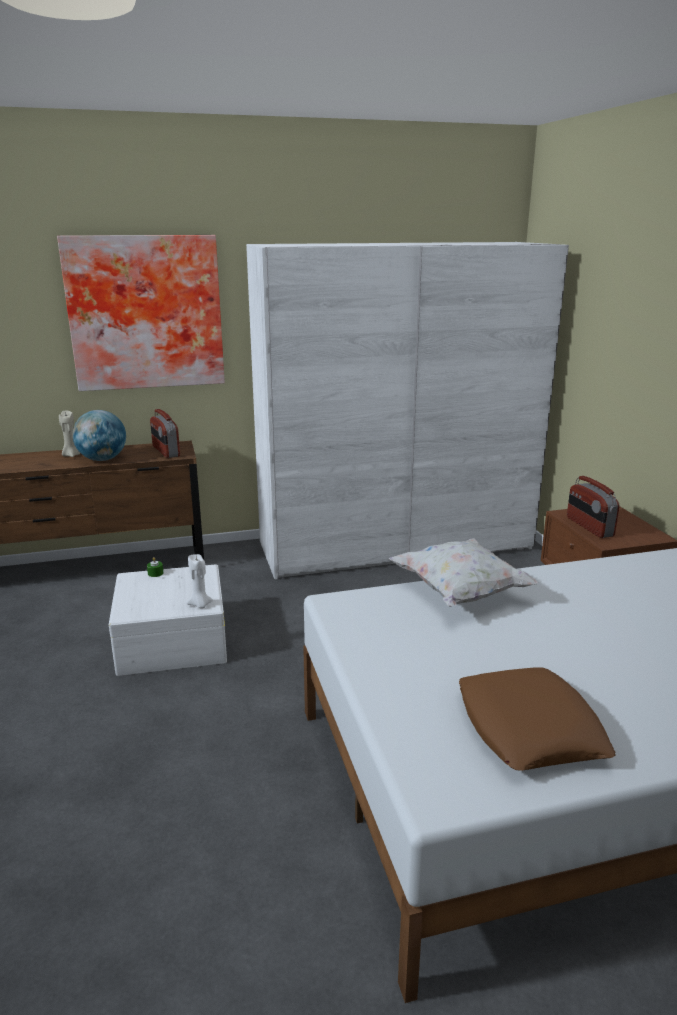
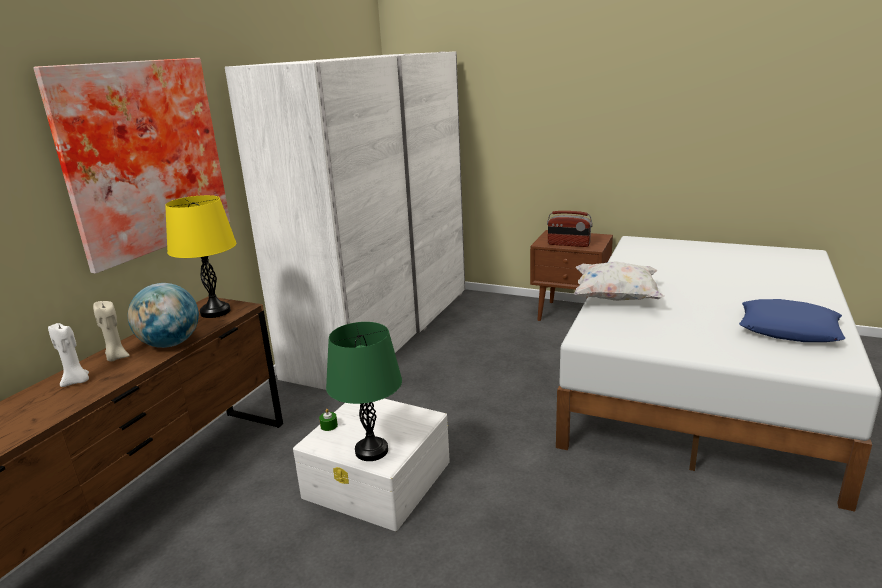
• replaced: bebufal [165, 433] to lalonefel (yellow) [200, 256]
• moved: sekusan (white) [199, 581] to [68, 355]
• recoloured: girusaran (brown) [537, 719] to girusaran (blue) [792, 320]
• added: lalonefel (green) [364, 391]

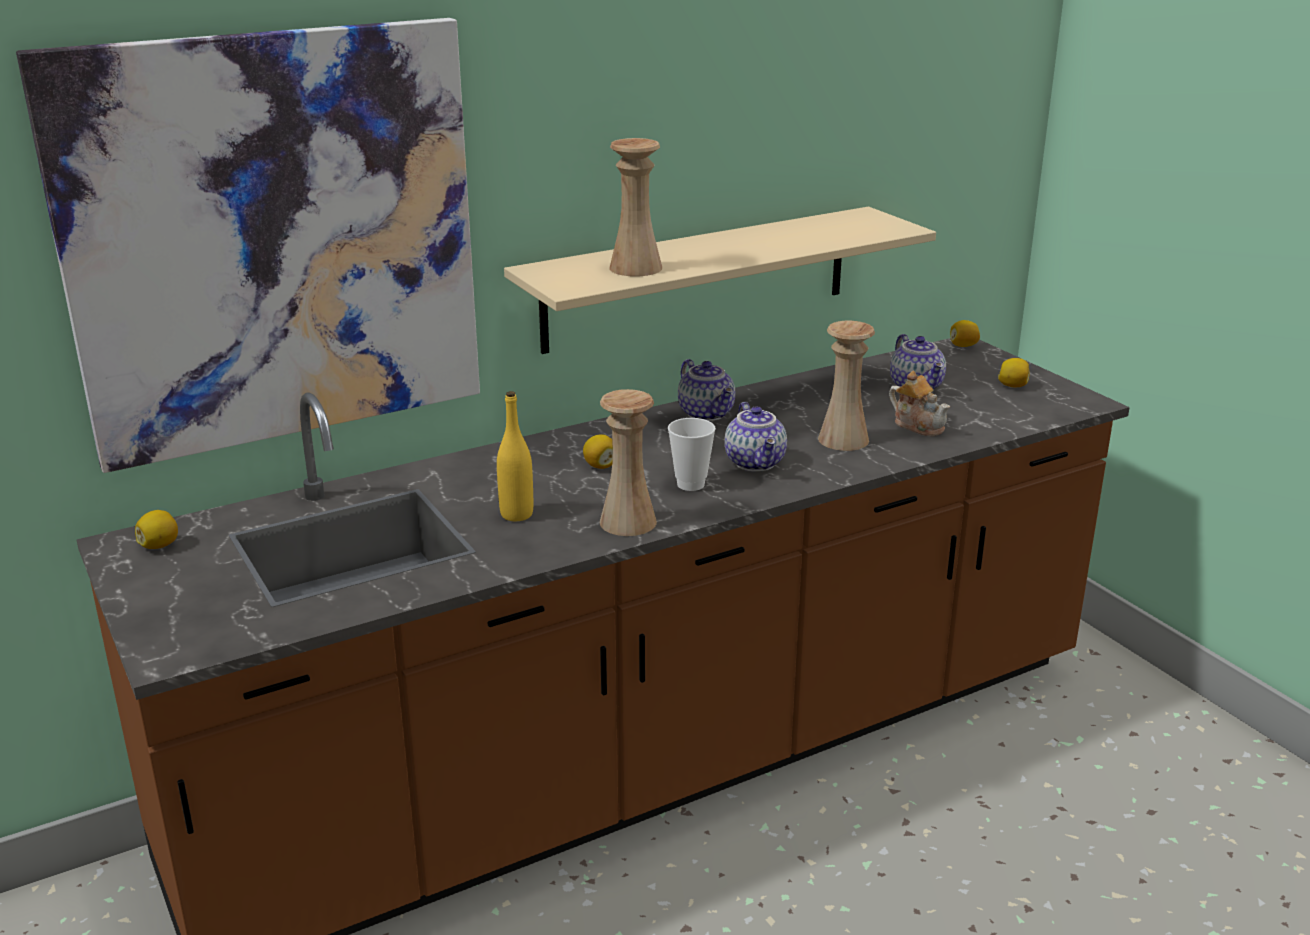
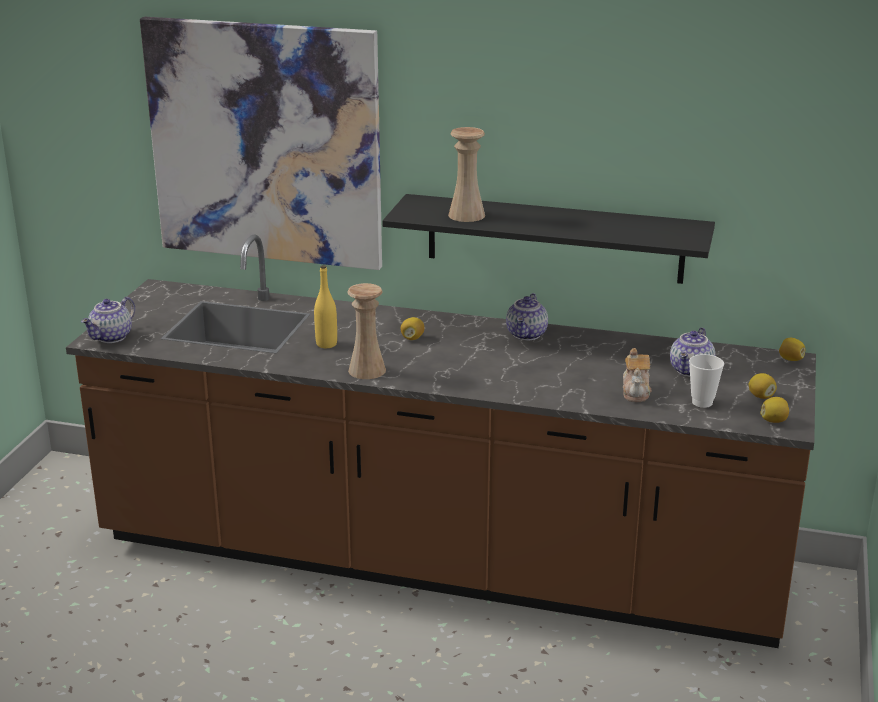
• recoloured: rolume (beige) [720, 280] to rolume (black) [548, 239]
• removed: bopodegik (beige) [846, 386]
• moved: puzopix [756, 437] to [108, 320]
• moved: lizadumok [692, 454] to [706, 381]
• moved: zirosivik [156, 529] to [774, 410]

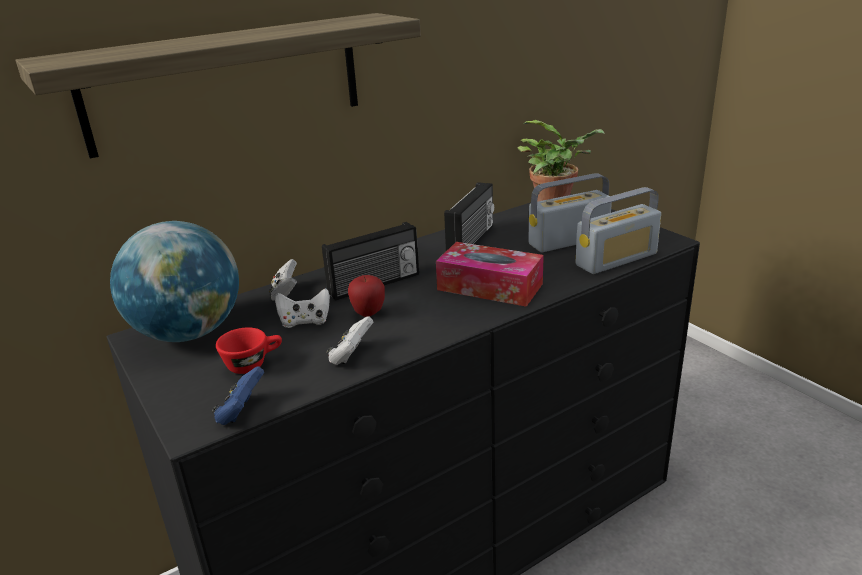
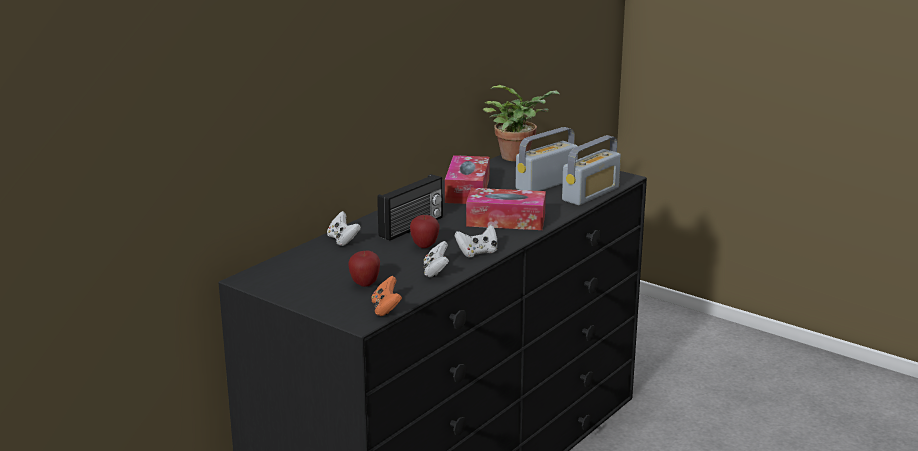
• removed: rolume [218, 85]
• replaced: bebufal [469, 216] to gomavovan [467, 179]
• removed: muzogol [174, 281]
• moved: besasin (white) [302, 308] to [476, 241]
• replaced: lizadumok (red) [249, 350] to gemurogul [364, 269]
• recoloured: besasin (blue) [238, 395] to besasin (orange) [386, 296]

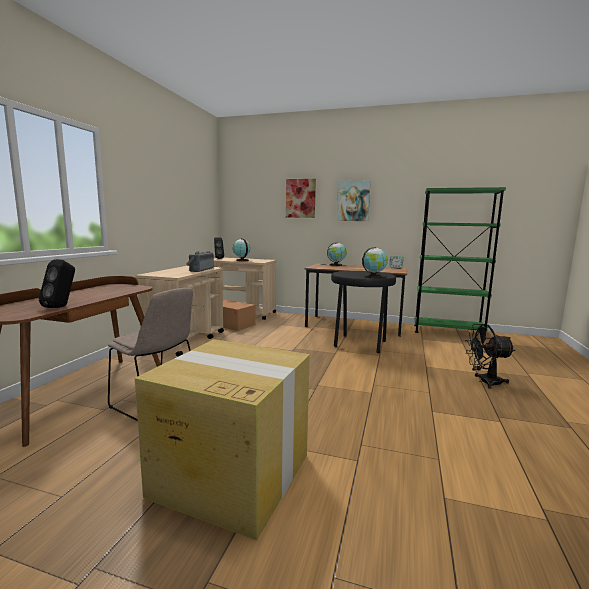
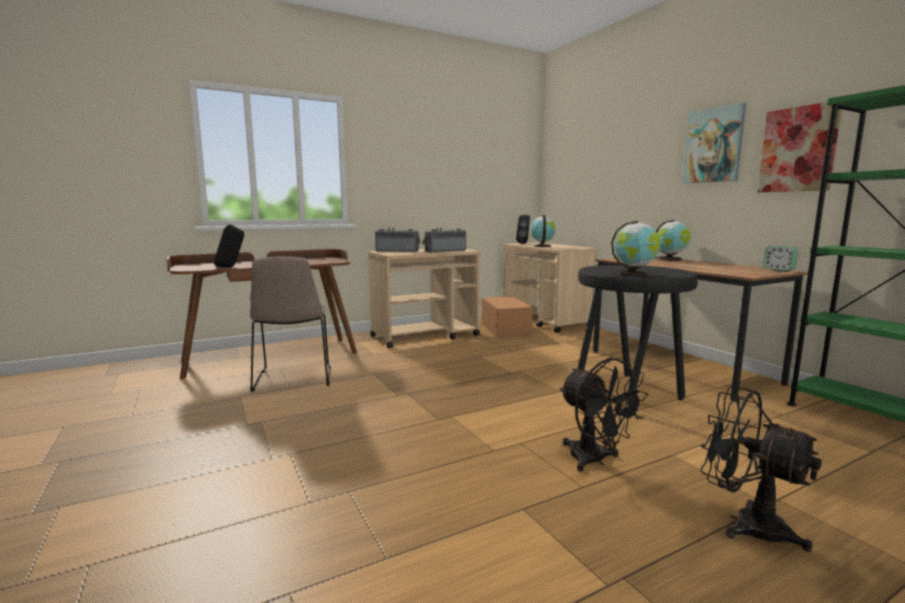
• moved: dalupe [301, 198] to [799, 147]
• removed: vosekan [222, 440]
• added: bebufal [397, 240]
• added: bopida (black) [603, 414]

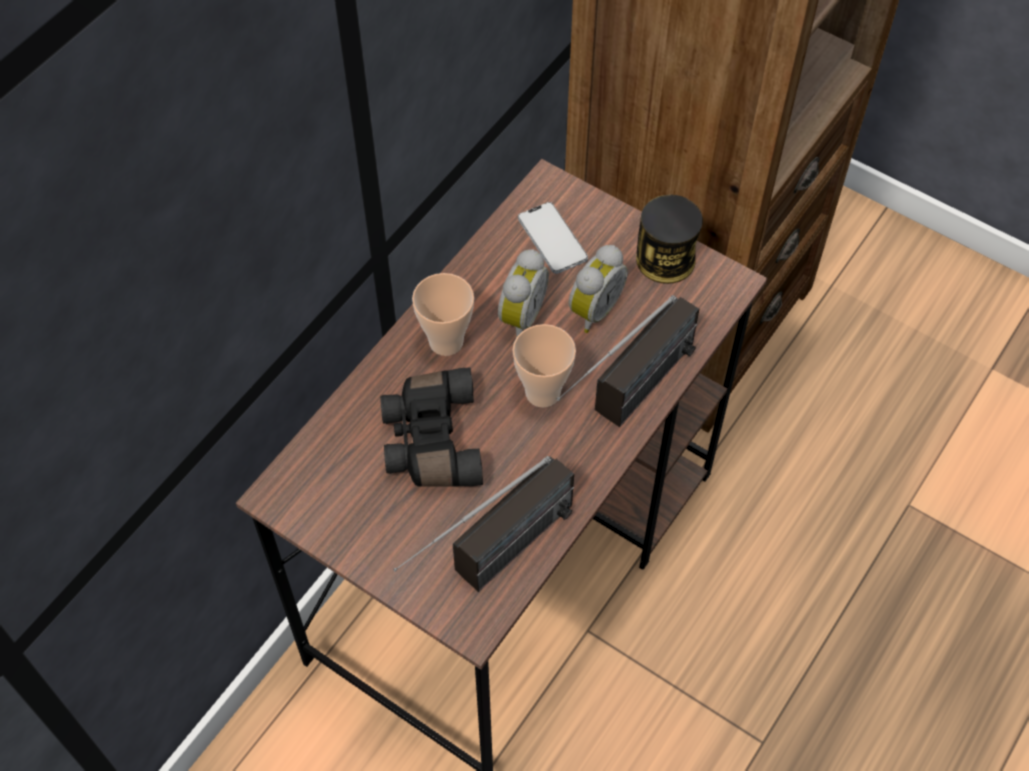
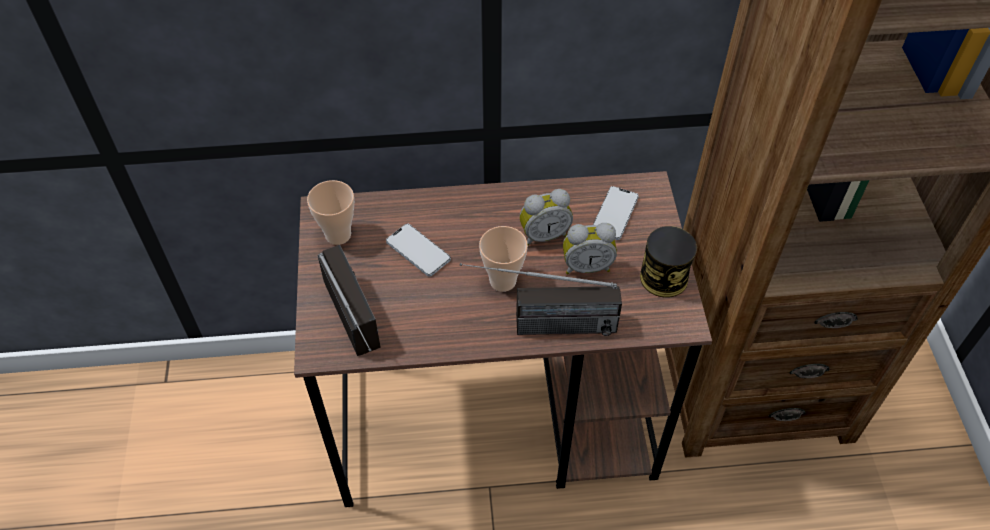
• moved: lizadumok [443, 314] to [330, 212]
• replaced: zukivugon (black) [431, 427] to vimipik [418, 250]
• turned: bebufal [483, 524] = [349, 300] 120 degrees counterclockwise

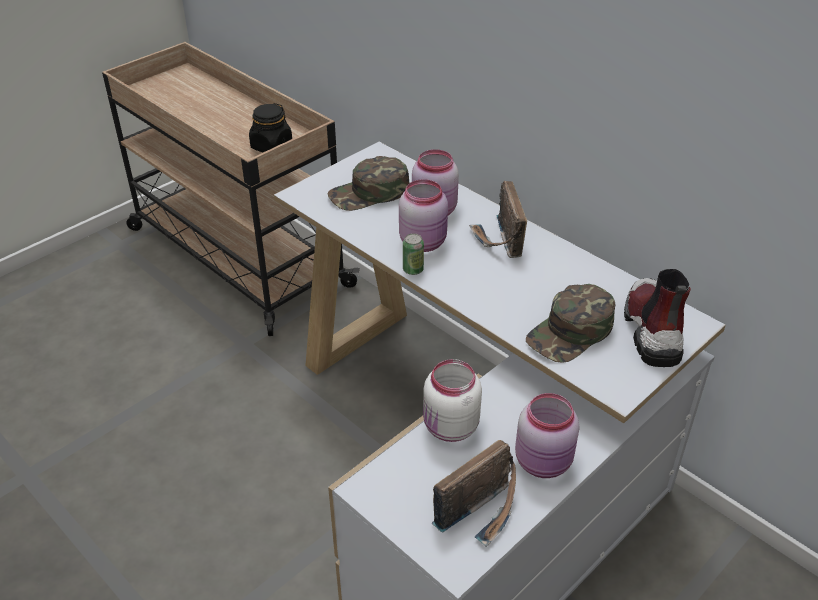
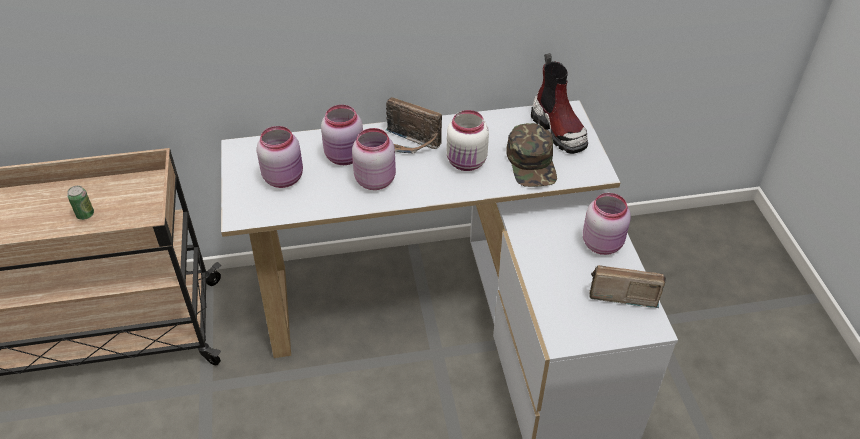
• removed: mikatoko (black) [270, 128]
• replaced: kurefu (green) [368, 183] to mikatoko (pink) [279, 157]
• moved: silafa [413, 254] to [80, 203]
• turned: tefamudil [657, 318] = [559, 103] 150 degrees counterclockwise
• moved: mikatoko (white) [452, 400] to [468, 140]
• turned: bebufal [474, 493] = [627, 286] 75 degrees counterclockwise

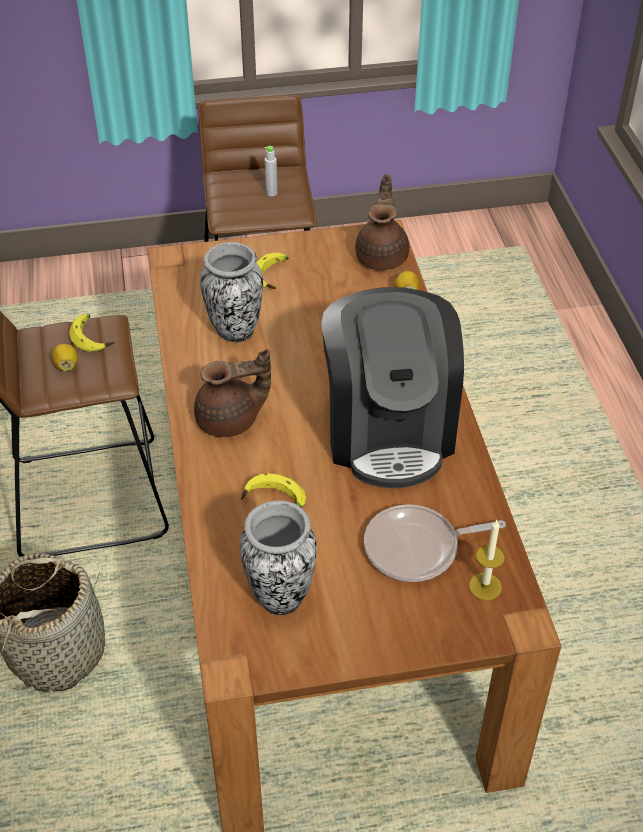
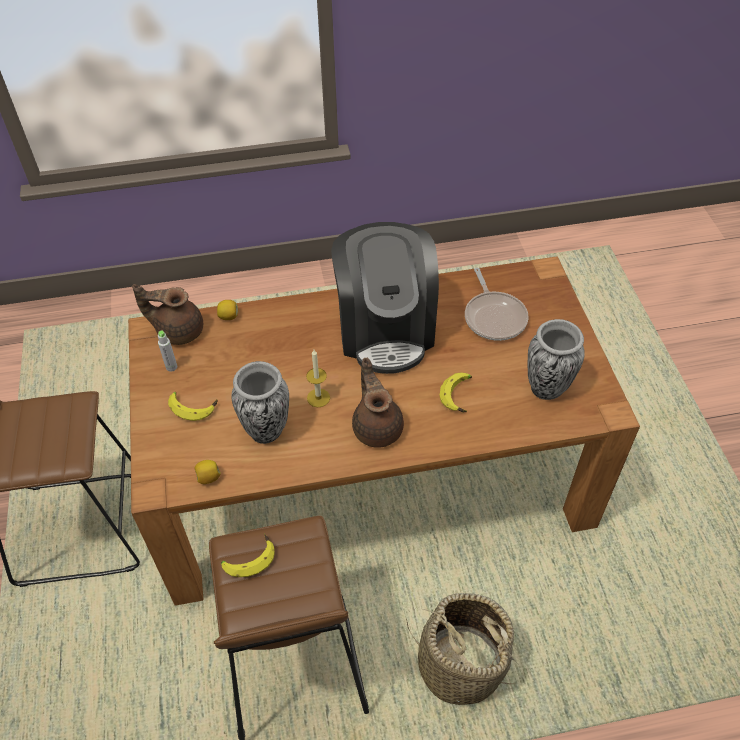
• moved: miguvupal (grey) [271, 171] to [167, 351]
• turned: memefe [392, 387] = [385, 298] 90 degrees clockwise
• moved: zirosivik [64, 357] to [208, 472]
• moved: sekusan [487, 560] to [318, 378]

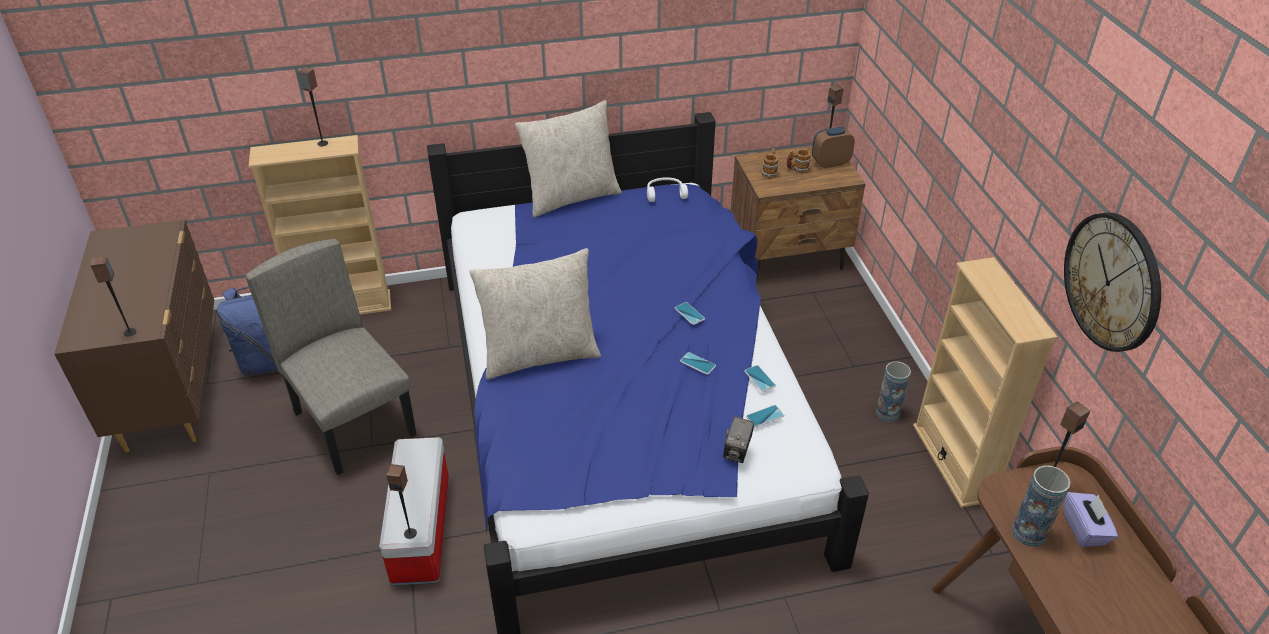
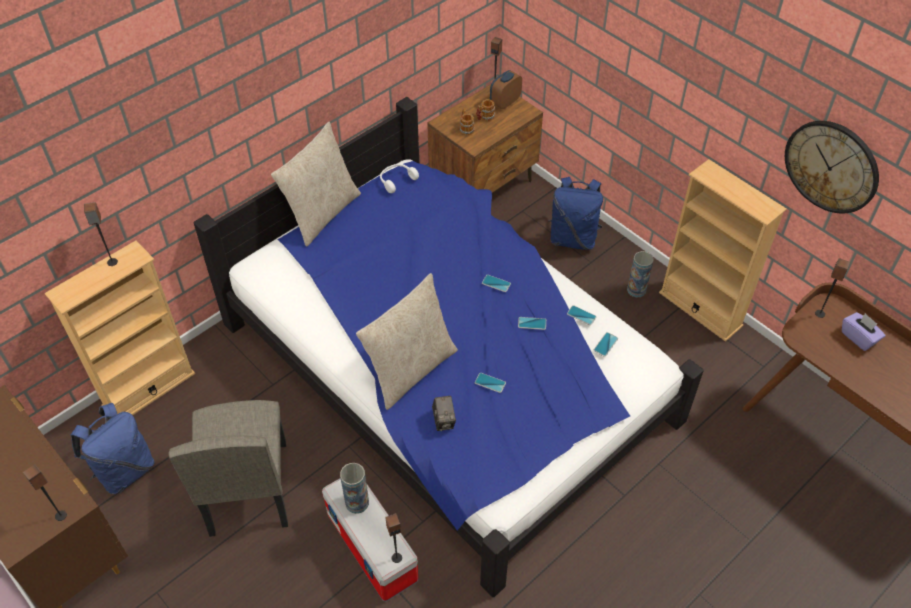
• turned: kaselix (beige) [331, 357] = [228, 468] 120 degrees counterclockwise
• moved: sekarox [738, 439] to [444, 413]
• moved: bopodegik [1041, 506] to [354, 488]
• added: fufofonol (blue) [575, 213]
• added: vimipik [490, 383]

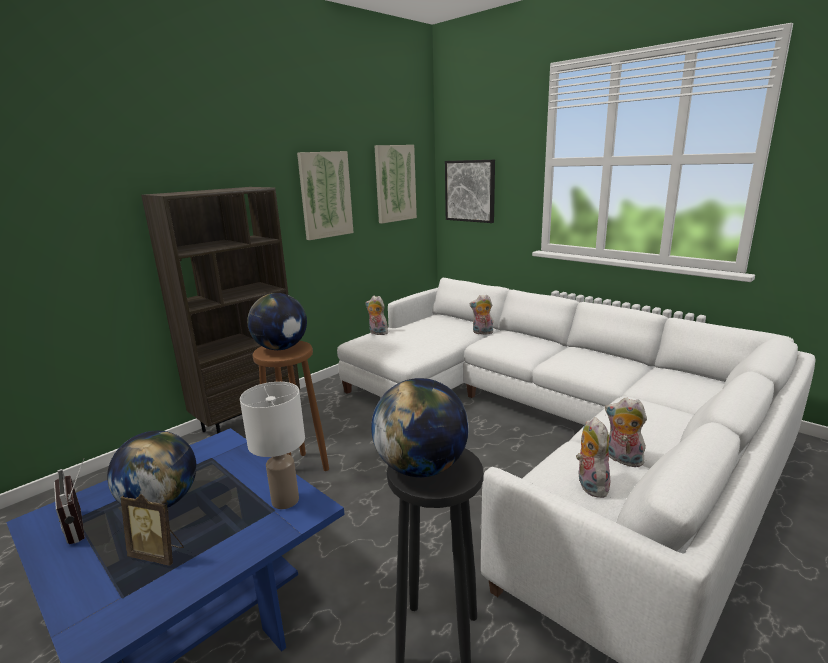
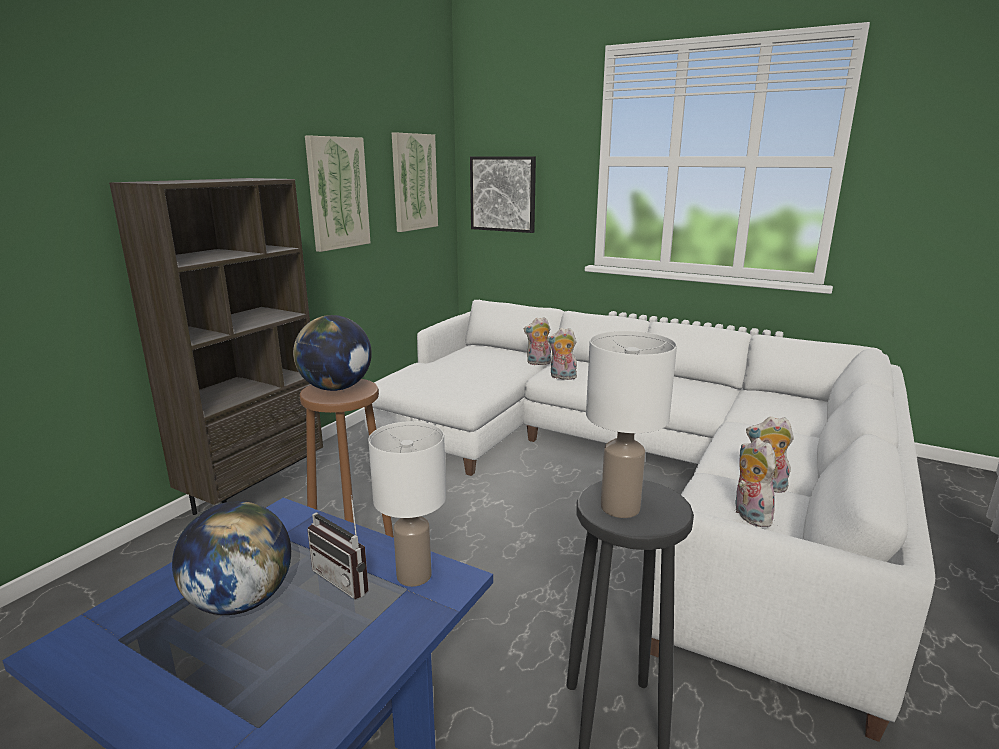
• moved: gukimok [377, 315] to [562, 354]
• replaced: muzogol [420, 427] to lalonefel (white) [631, 424]
• moved: bebufal [69, 501] to [338, 547]
• removed: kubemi [152, 529]

